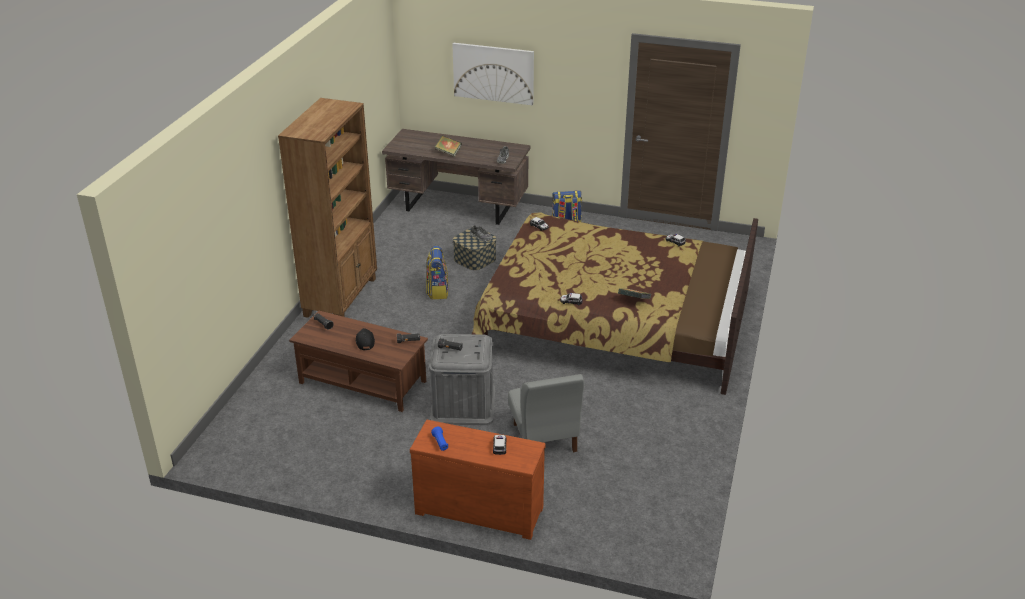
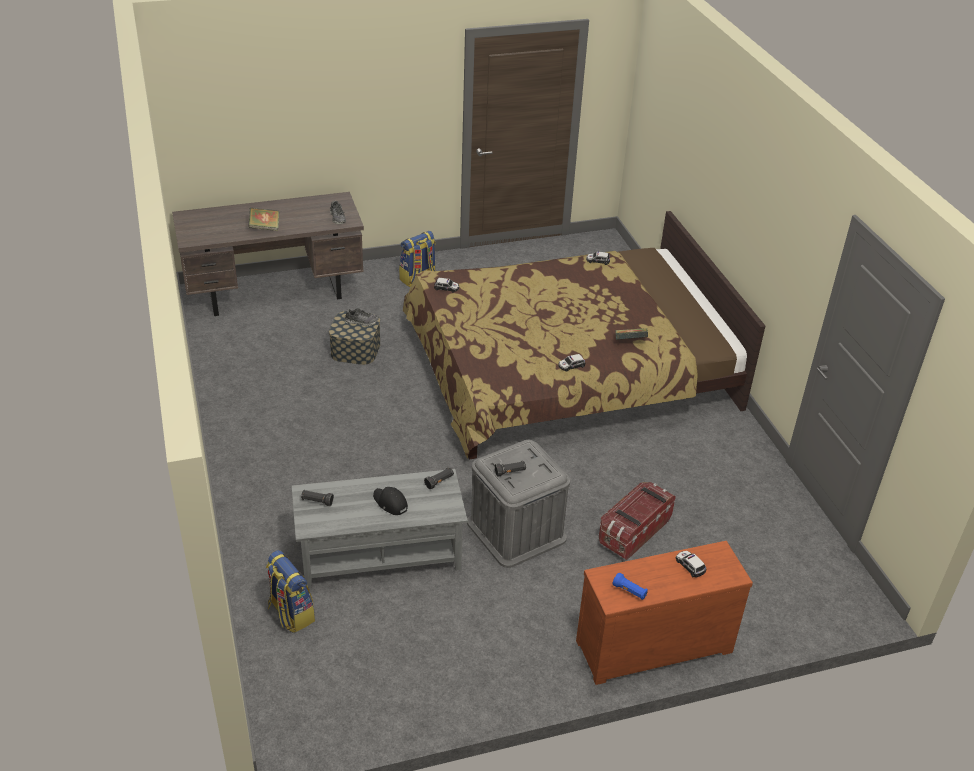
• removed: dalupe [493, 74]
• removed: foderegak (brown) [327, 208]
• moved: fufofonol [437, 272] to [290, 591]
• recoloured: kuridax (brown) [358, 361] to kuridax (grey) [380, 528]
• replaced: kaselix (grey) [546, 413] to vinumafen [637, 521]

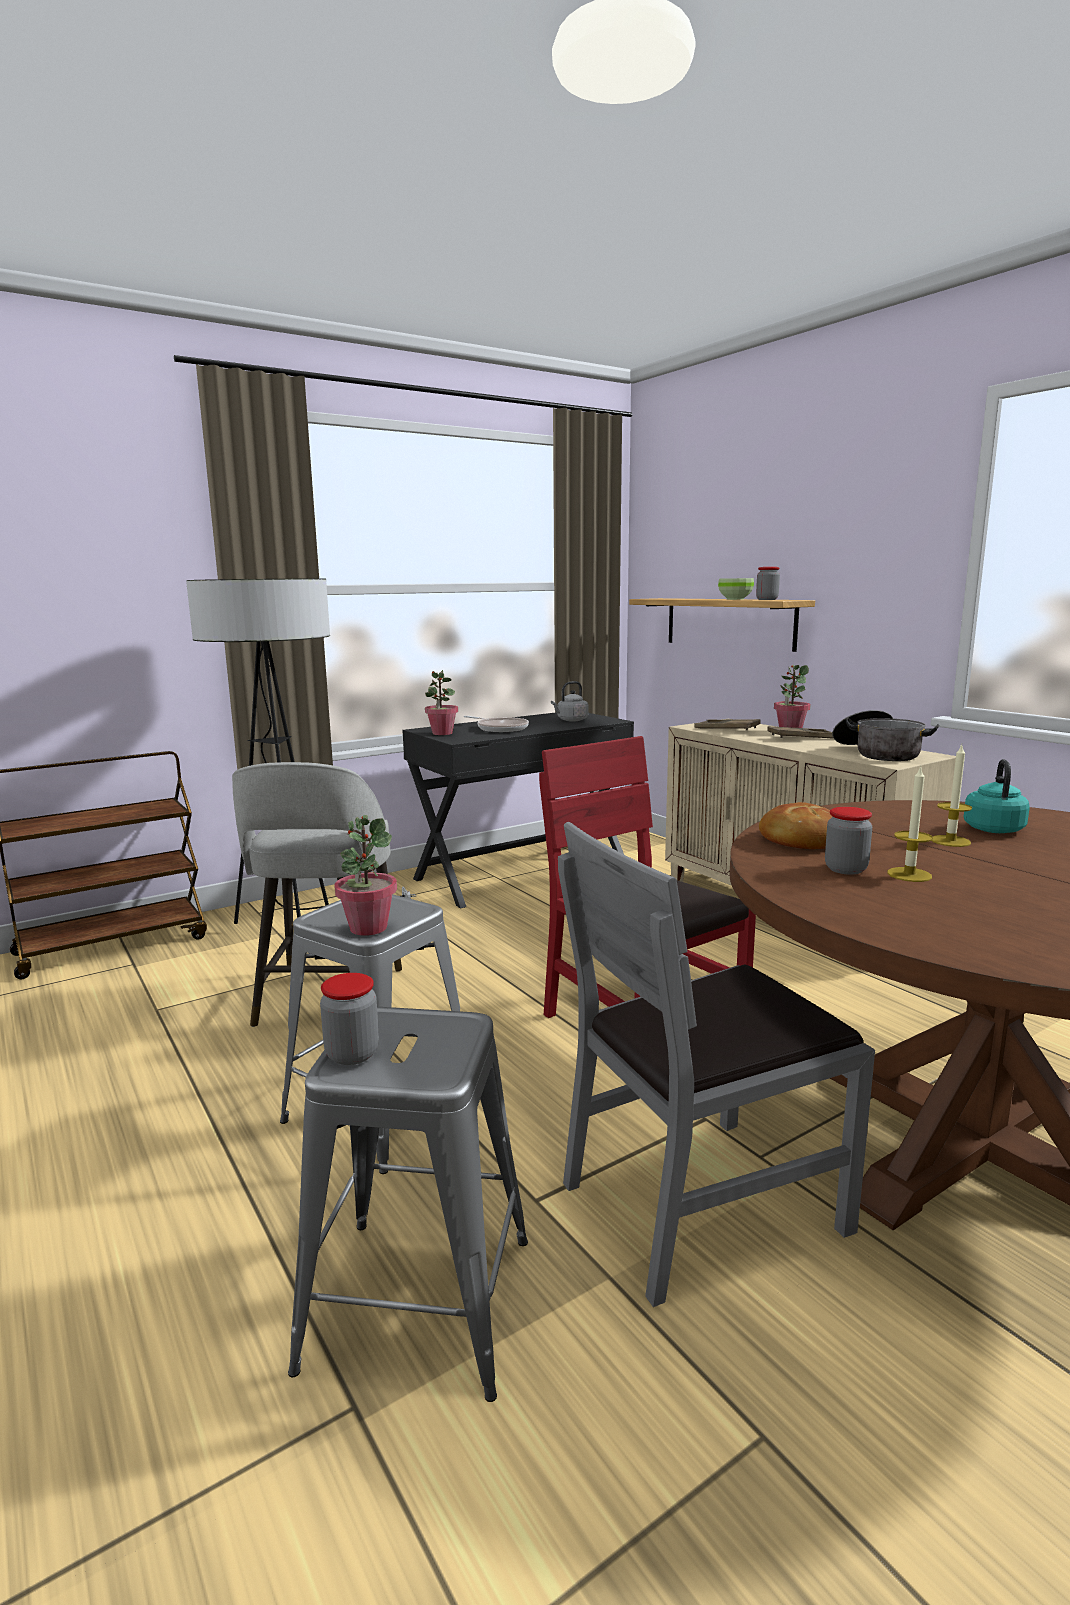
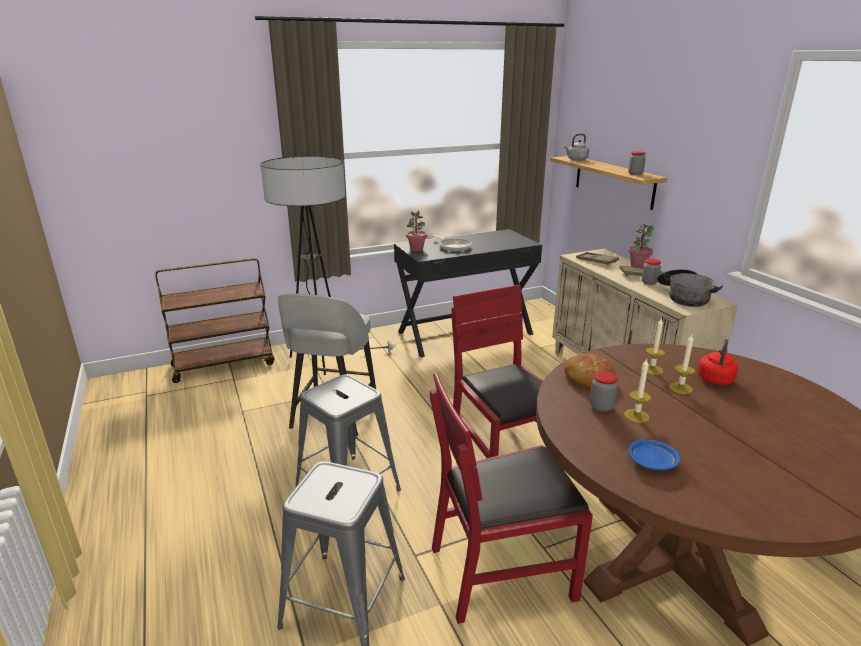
• removed: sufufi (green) [736, 589]
• moved: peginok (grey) [570, 701] to [576, 147]
• recoloured: peginok (turquoise) [997, 796] to peginok (red) [718, 362]
• removed: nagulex [365, 875]
• recoloured: kaselix (grey) [716, 1064] to kaselix (red) [511, 498]
• moved: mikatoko [349, 1019] to [651, 272]
• added: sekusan [653, 347]
• added: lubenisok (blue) [654, 454]

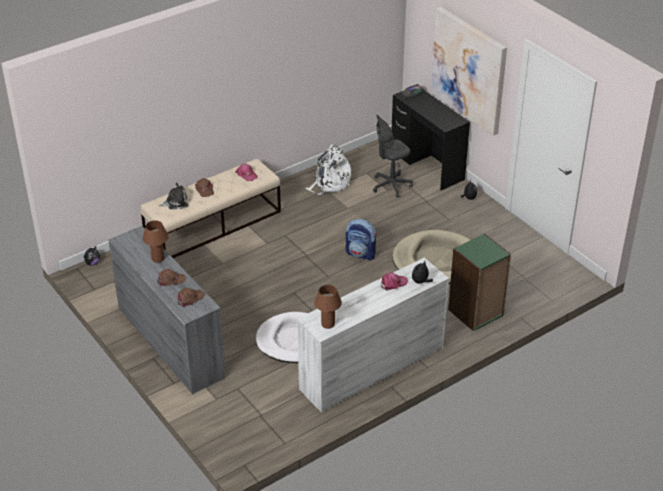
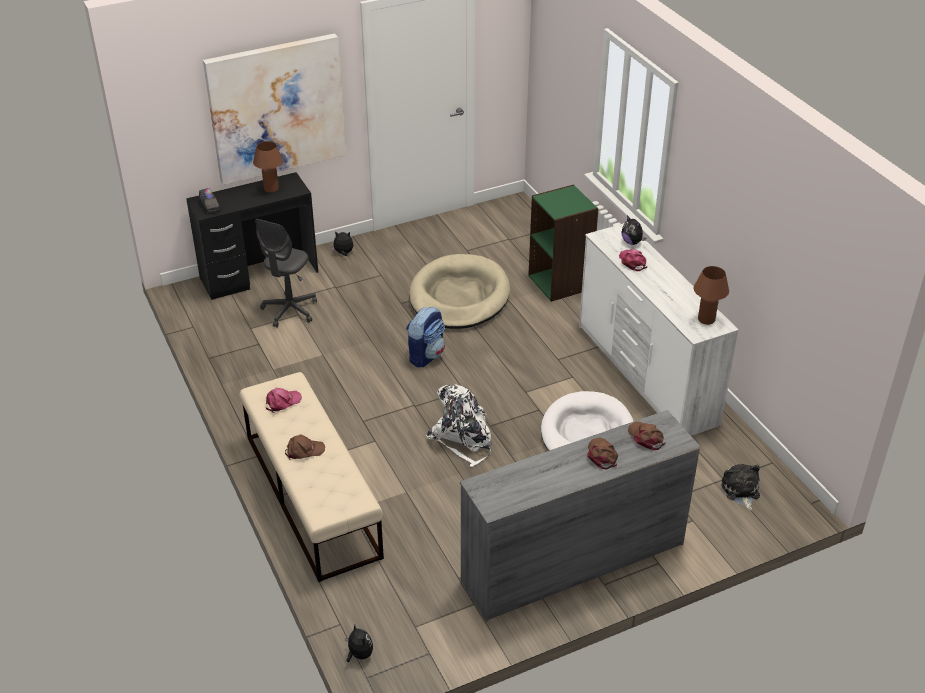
• turned: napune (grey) [393, 156] = [286, 273] 45 degrees clockwise
• moved: fufofonol (white) [328, 169] to [459, 425]
• moved: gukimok [173, 196] to [740, 487]
• moved: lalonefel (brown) [156, 241] to [268, 167]

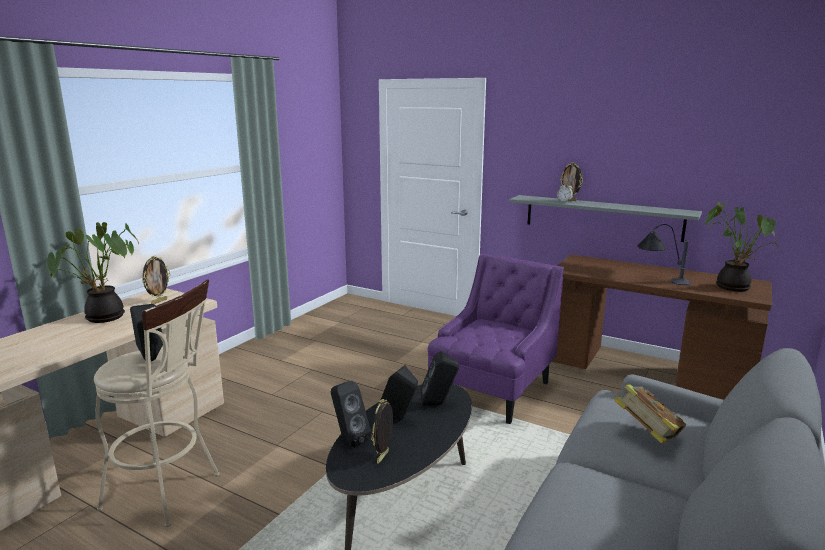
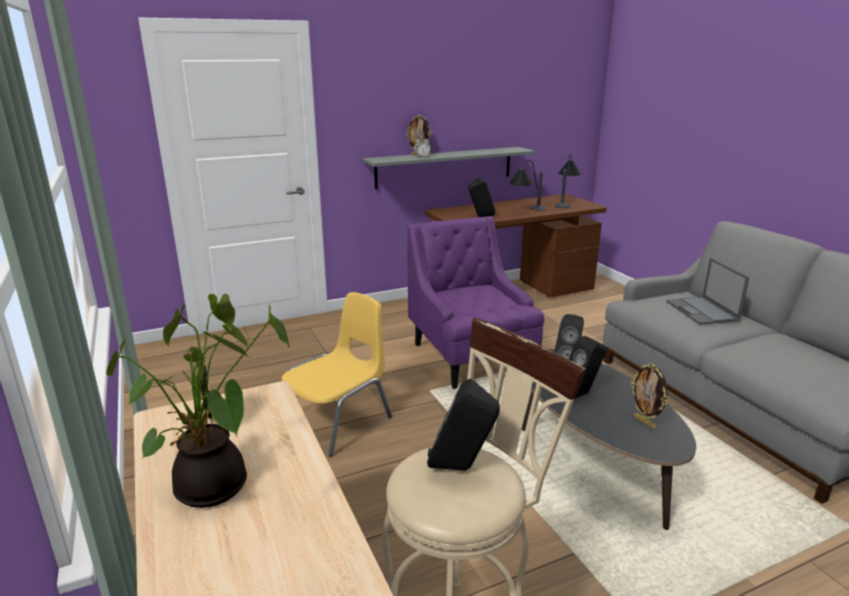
• replaced: nagulex [742, 247] to lalonefel [567, 181]
• moved: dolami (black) [351, 414] to [481, 197]
• replaced: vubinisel [650, 414] to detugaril [708, 291]
• added: kaselix (yellow) [337, 374]

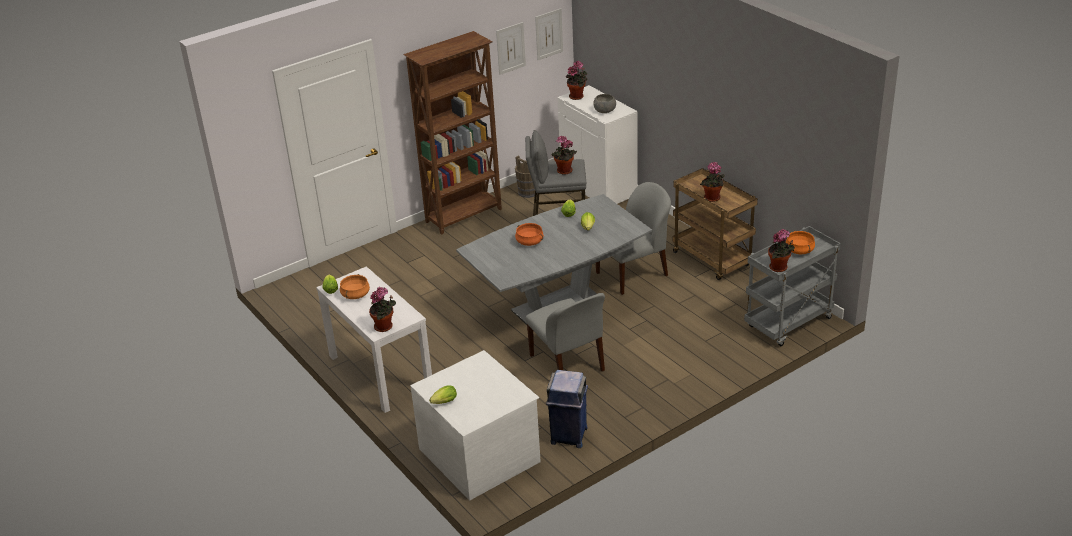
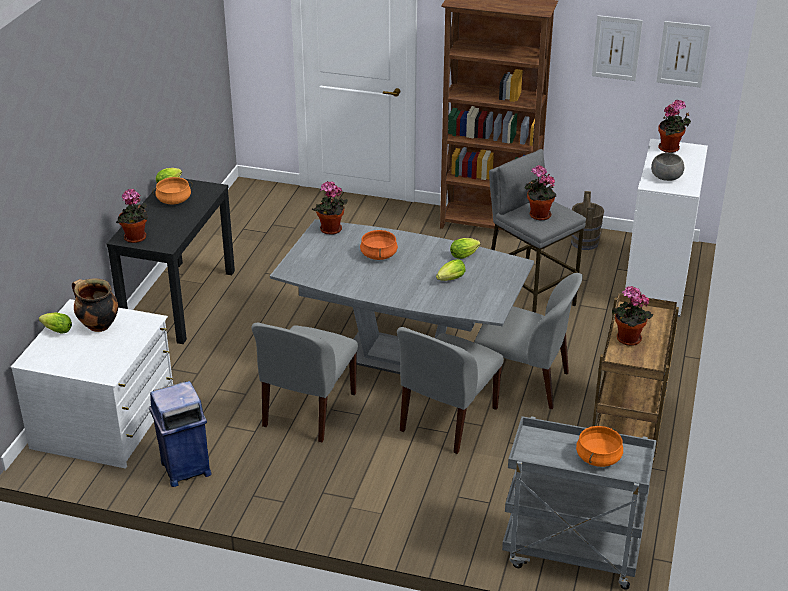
• moved: nagulex [781, 250] to [330, 208]
• recoloured: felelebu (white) [374, 339] to felelebu (black) [170, 261]
• added: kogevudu [95, 305]
• added: kaselix (grey) [450, 390]

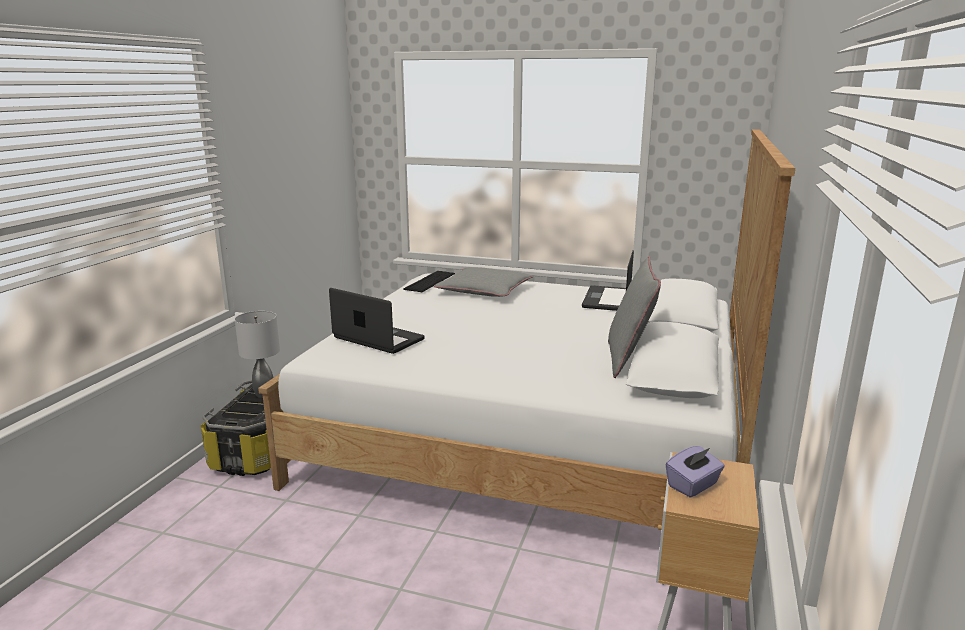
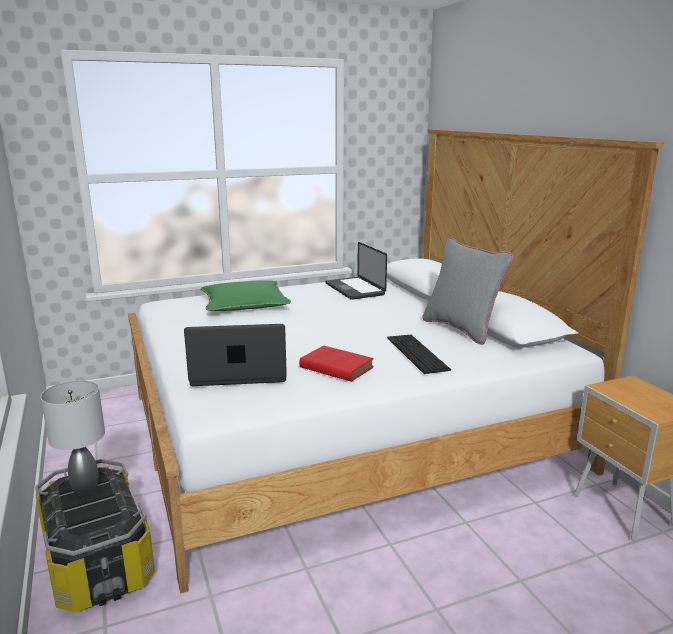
• recoloured: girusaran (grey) [483, 282] to girusaran (green) [246, 295]
• moved: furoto [429, 281] to [419, 354]
• removed: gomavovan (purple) [695, 471]
• added: vubinisel (red) [336, 364]

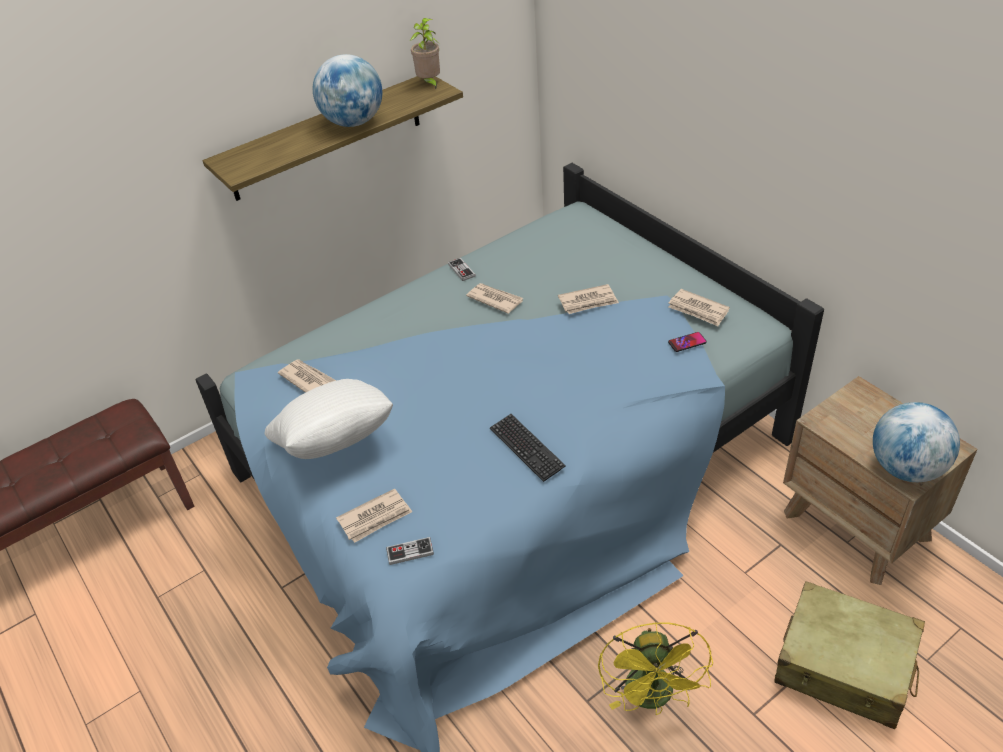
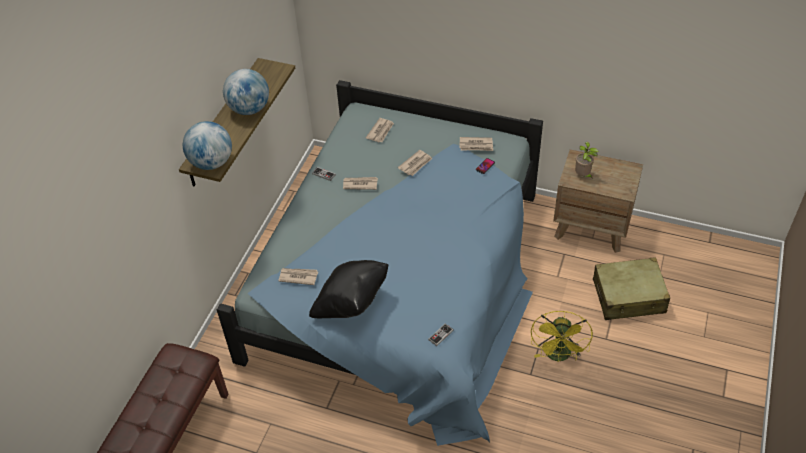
• moved: nagulex [425, 53] to [587, 160]
• recoloured: girusaran (white) [329, 419] to girusaran (black) [348, 289]
• moved: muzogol [916, 442] to [207, 145]
• removed: furoto [528, 448]
• moved: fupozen [374, 516] to [380, 130]
• turned: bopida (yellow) [655, 668] = [562, 336] 45 degrees clockwise

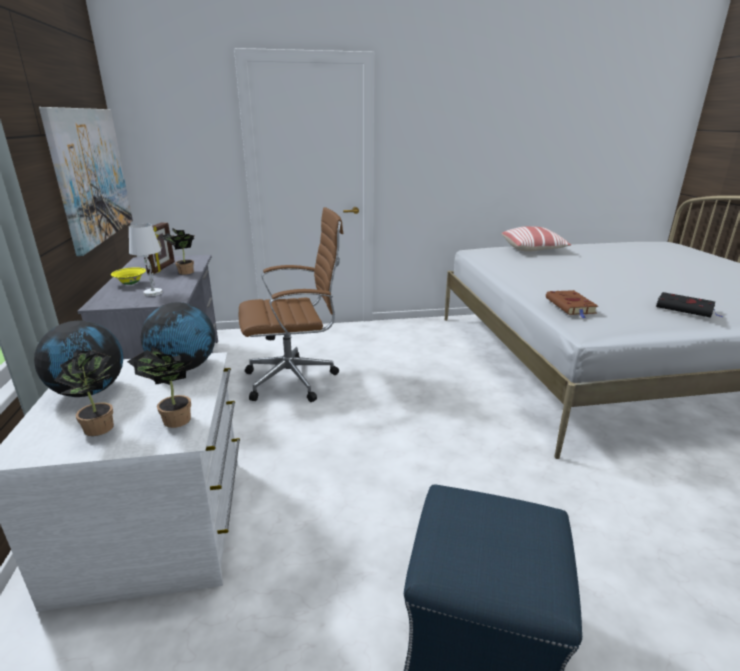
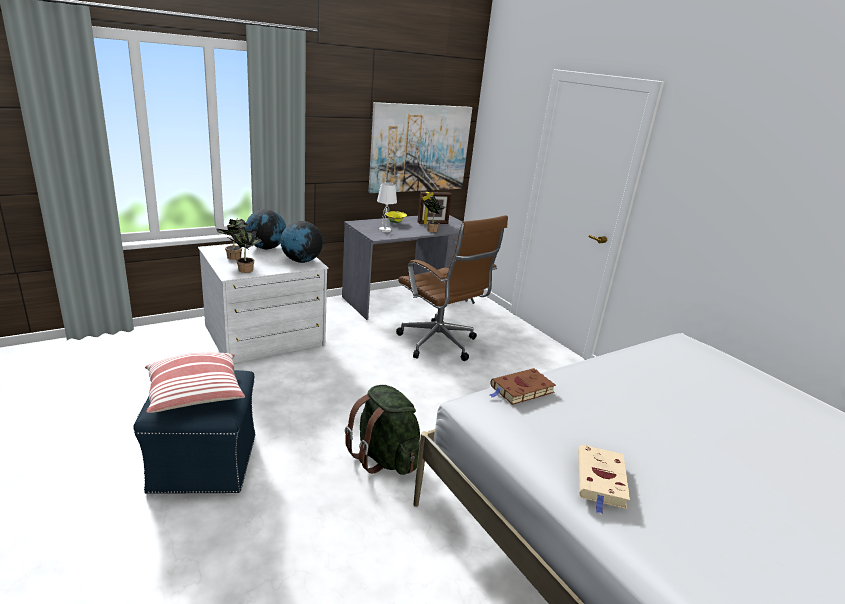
• moved: girusaran [536, 239] to [195, 382]
• recoloured: vubinisel (black) [689, 305] to vubinisel (beige) [604, 479]
• added: fufofonol (green) [382, 430]

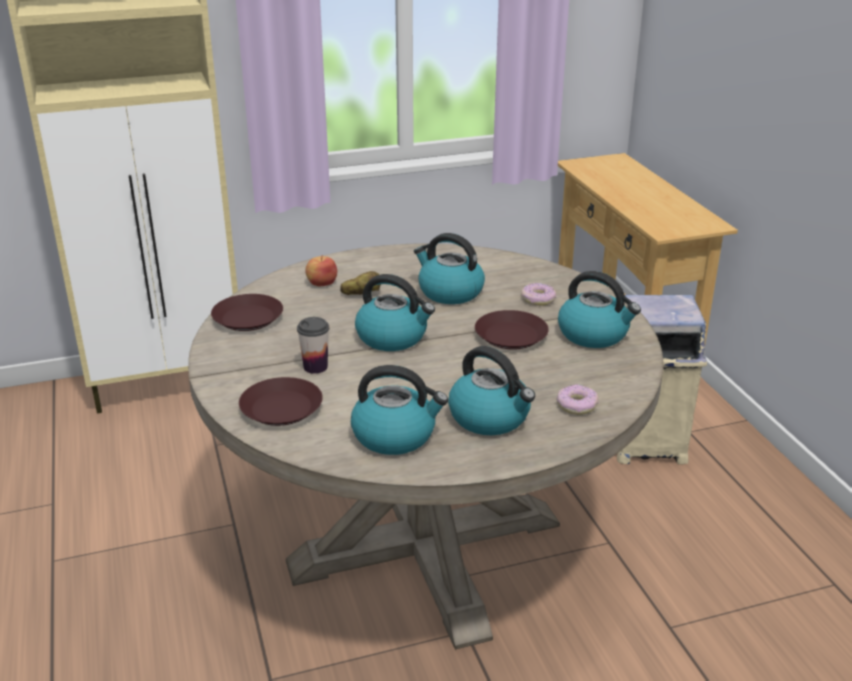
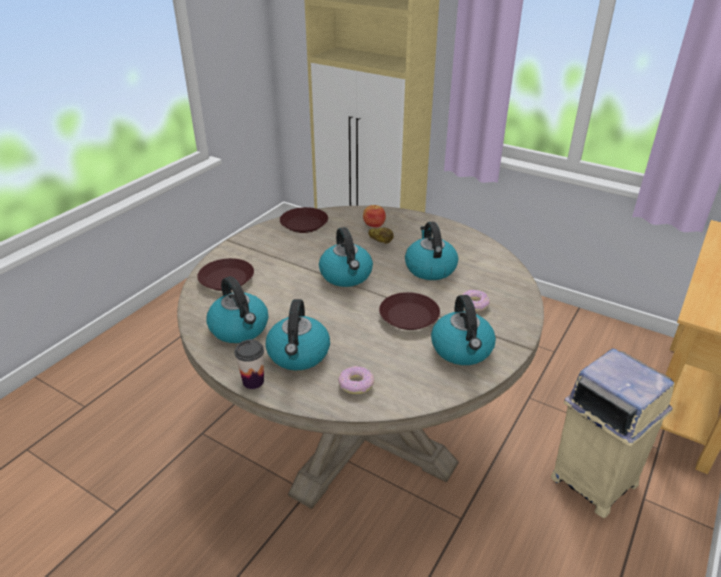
• moved: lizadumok [313, 345] to [249, 364]

